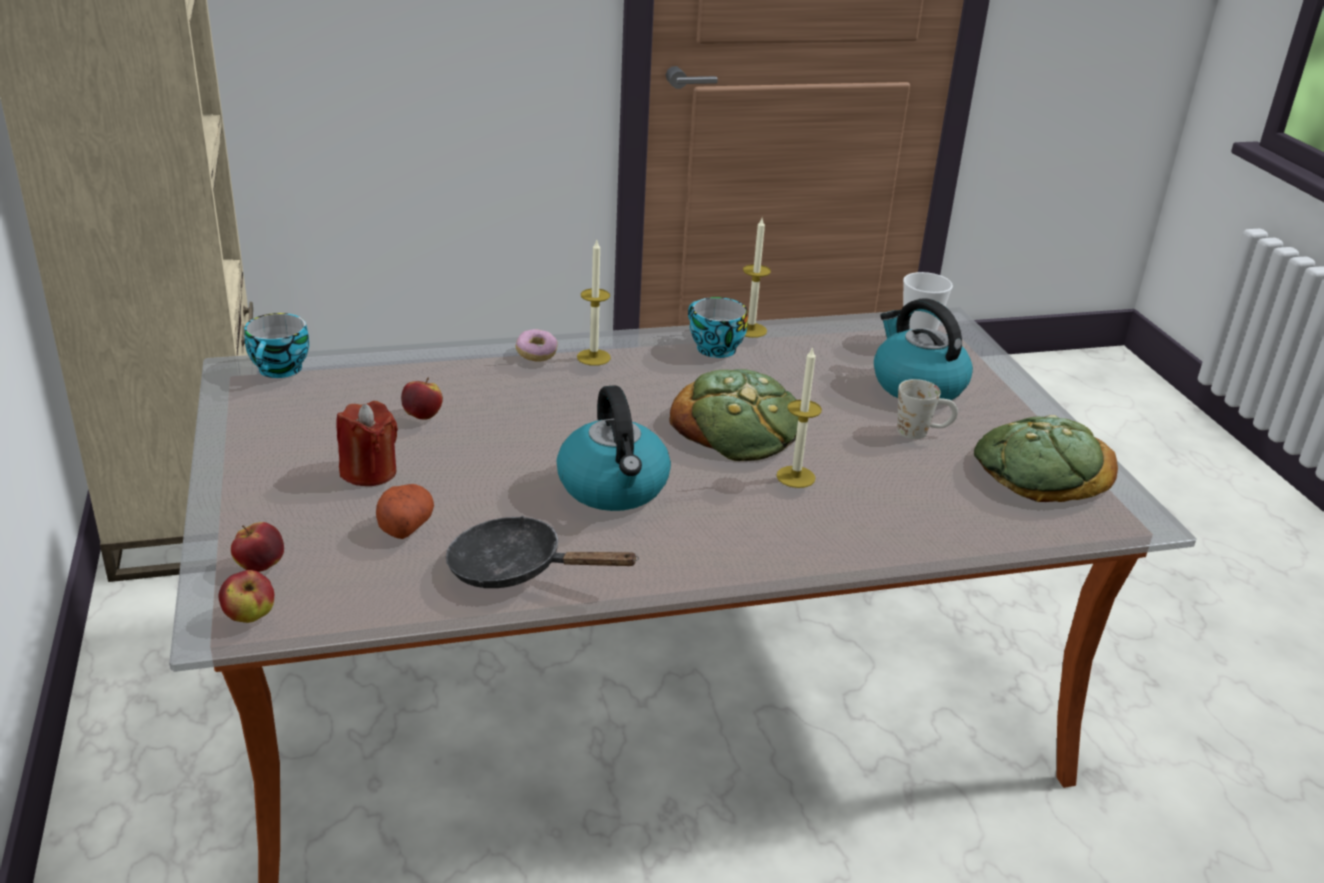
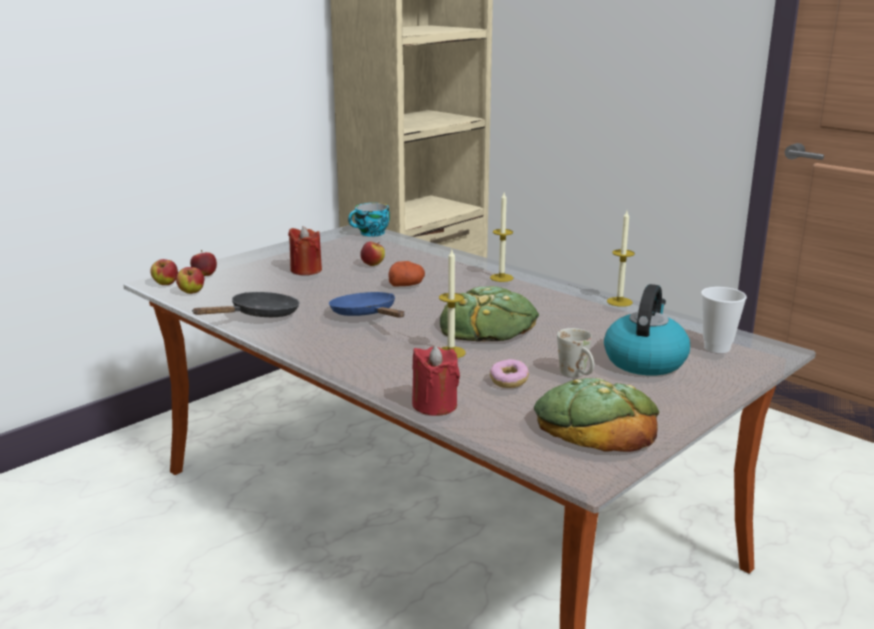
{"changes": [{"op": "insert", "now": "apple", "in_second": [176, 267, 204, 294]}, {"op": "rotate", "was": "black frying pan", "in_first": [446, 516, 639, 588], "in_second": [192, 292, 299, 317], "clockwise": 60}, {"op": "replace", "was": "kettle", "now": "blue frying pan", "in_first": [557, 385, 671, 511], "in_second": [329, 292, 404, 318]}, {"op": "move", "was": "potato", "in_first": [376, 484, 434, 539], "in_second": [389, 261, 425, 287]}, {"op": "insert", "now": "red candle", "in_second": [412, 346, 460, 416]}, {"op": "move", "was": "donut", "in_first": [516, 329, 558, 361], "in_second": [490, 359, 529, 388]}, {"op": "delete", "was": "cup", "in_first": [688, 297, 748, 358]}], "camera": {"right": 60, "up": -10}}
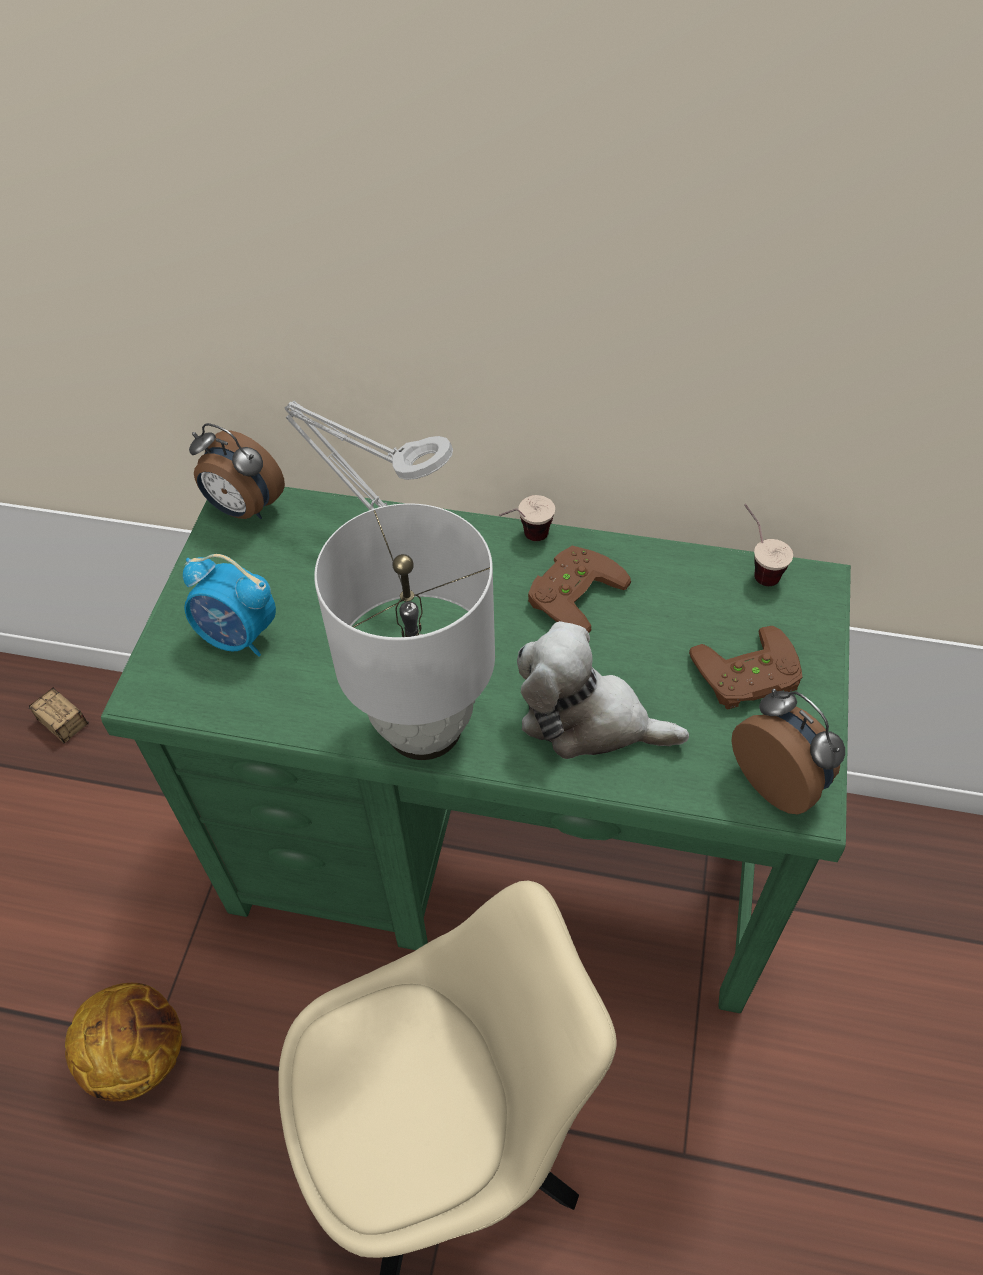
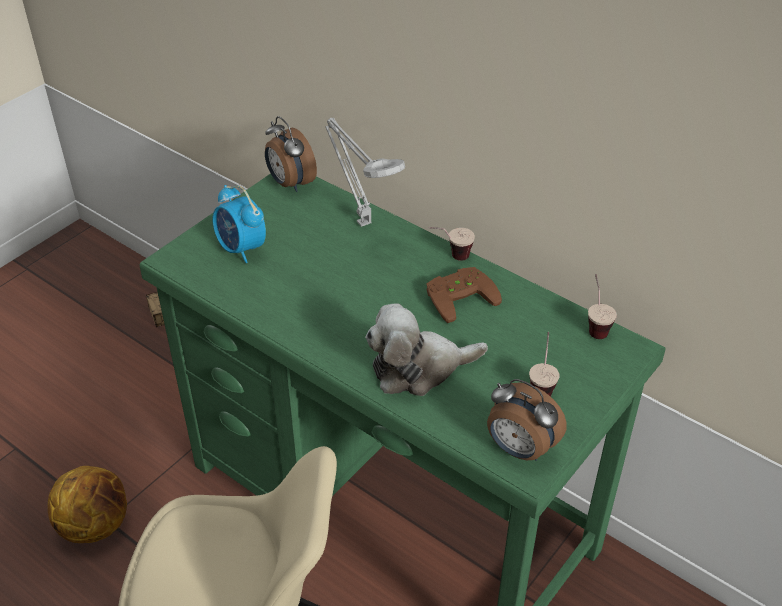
{"changes": [{"op": "rotate", "was": "plush toy", "in_first": [517, 621, 689, 759], "in_second": [365, 304, 488, 396], "clockwise": -60}, {"op": "rotate", "was": "alarm clock", "in_first": [732, 689, 845, 814], "in_second": [487, 379, 567, 461], "clockwise": 135}, {"op": "replace", "was": "brown game controller", "now": "cup", "in_first": [689, 626, 803, 710], "in_second": [529, 332, 560, 397]}, {"op": "delete", "was": "white table lamp", "in_first": [314, 503, 495, 760]}], "camera": {"right": 25, "up": -10}}
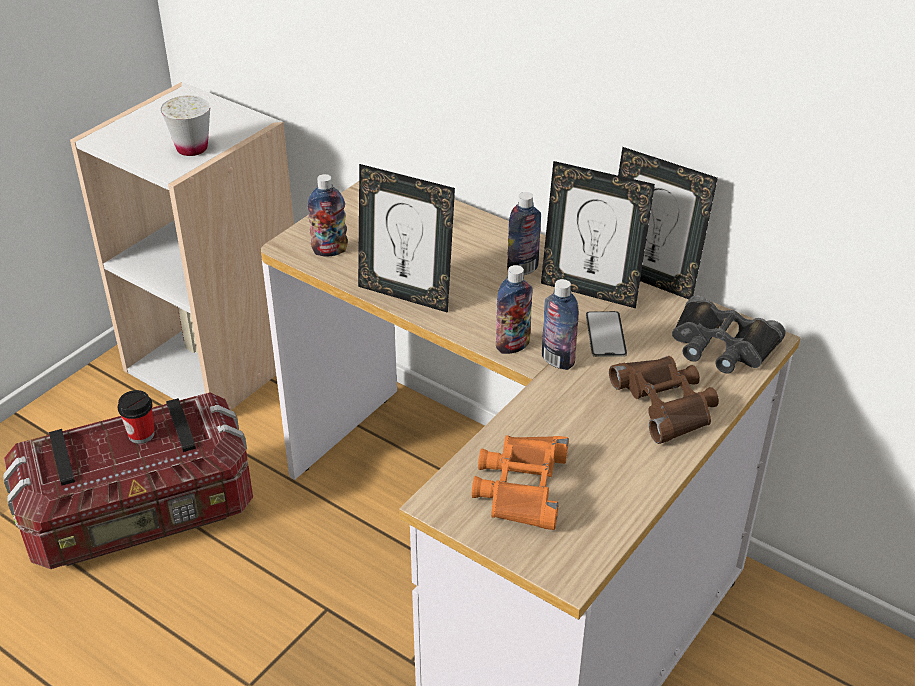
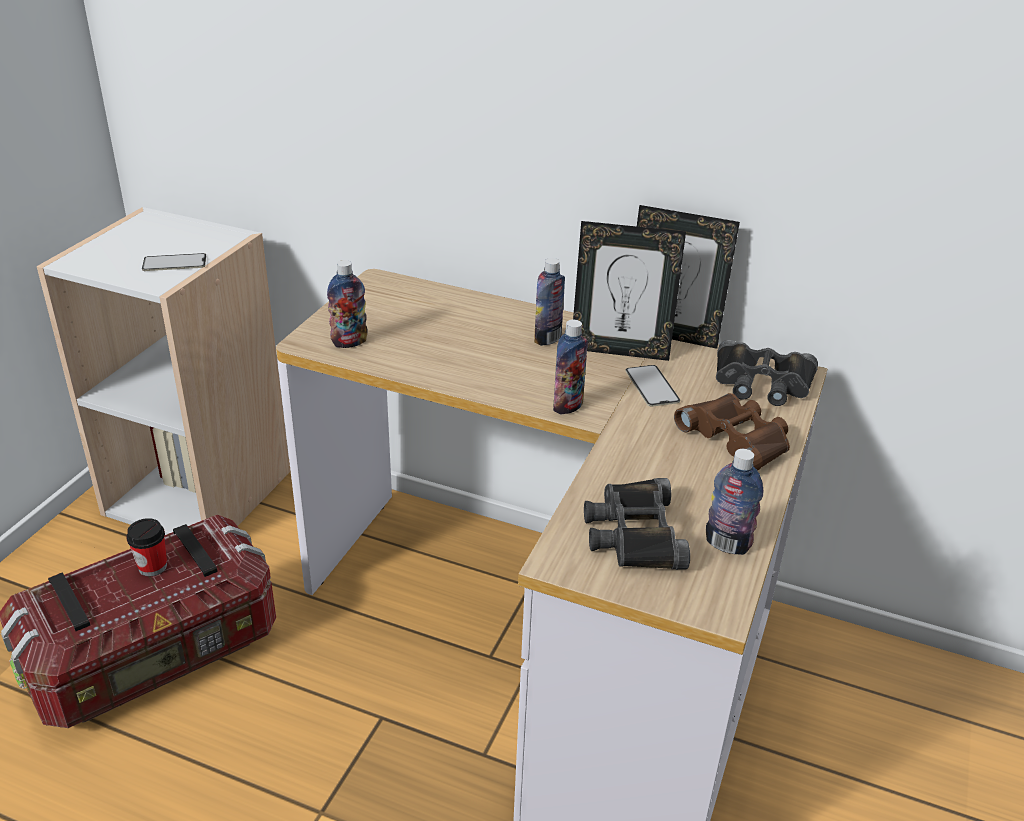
{"changes": [{"op": "replace", "was": "white cup", "now": "phone", "in_first": [161, 95, 211, 156], "in_second": [142, 253, 206, 271]}, {"op": "recolor", "was": "orange binoculars", "now": "black binoculars", "in_first": [472, 435, 569, 530], "in_second": [584, 478, 690, 570]}, {"op": "move", "was": "bottle", "in_first": [542, 279, 579, 370], "in_second": [706, 449, 763, 555]}, {"op": "delete", "was": "picture frame", "in_first": [358, 164, 455, 313]}], "camera": {"right": -15, "up": -5}}
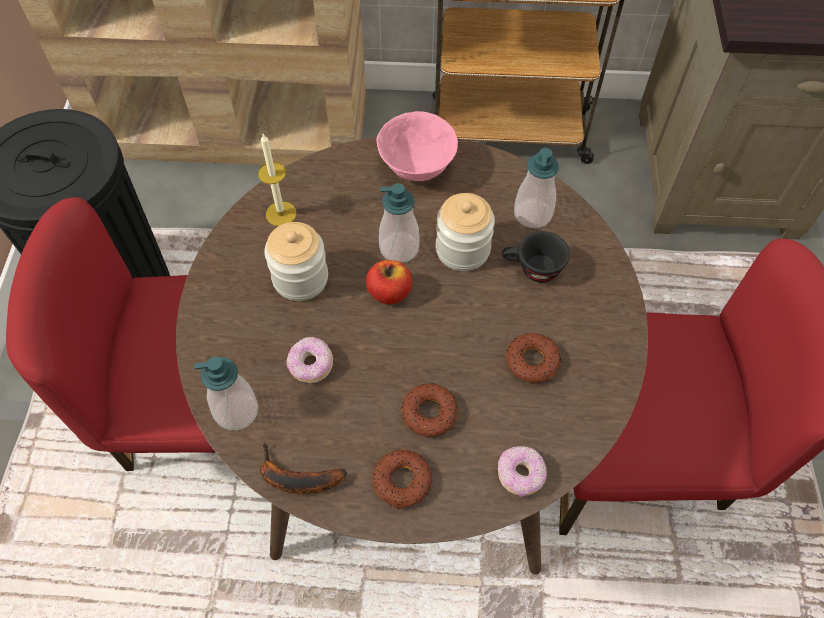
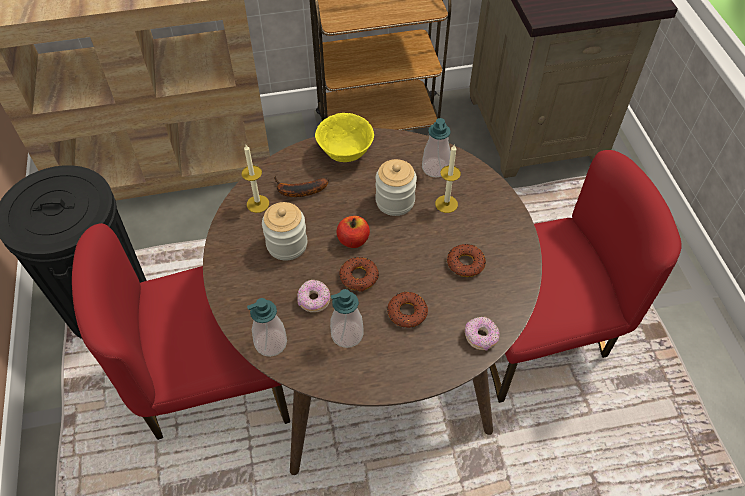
{"changes": [{"op": "move", "was": "banana", "in_first": [260, 442, 347, 494], "in_second": [274, 176, 329, 197]}, {"op": "recolor", "was": "pink bowl", "now": "yellow bowl", "in_first": [377, 111, 458, 181], "in_second": [315, 113, 374, 162]}, {"op": "move", "was": "soap dispenser", "in_first": [379, 183, 420, 263], "in_second": [330, 289, 364, 348]}, {"op": "move", "was": "donut", "in_first": [373, 450, 433, 509], "in_second": [339, 257, 379, 292]}, {"op": "replace", "was": "black cup", "now": "candle", "in_first": [502, 231, 570, 282], "in_second": [435, 144, 461, 213]}], "camera": {"right": -15, "up": -5}}
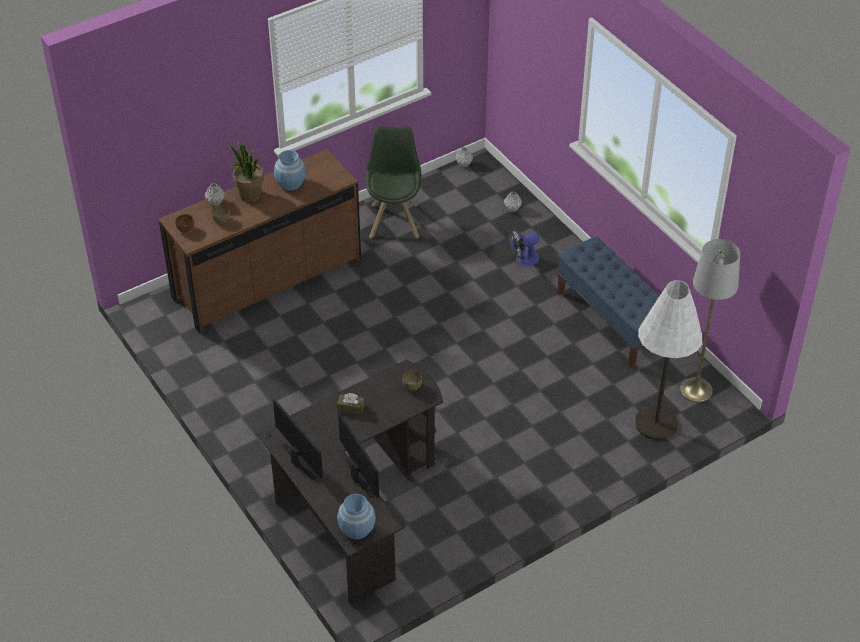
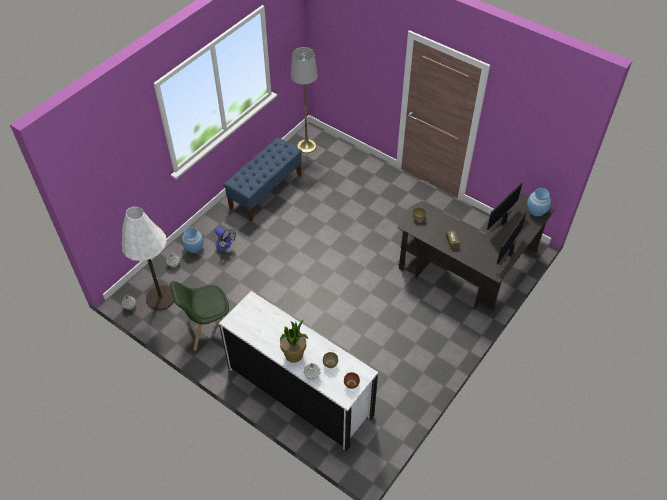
{"changes": [{"op": "move", "was": "white floor lamp", "in_first": [635, 280, 702, 440], "in_second": [122, 207, 174, 310]}, {"op": "move", "was": "blue vase", "in_first": [274, 150, 306, 191], "in_second": [182, 227, 204, 253]}, {"op": "recolor", "was": "brown dresser", "now": "white dresser", "in_first": [159, 149, 361, 332], "in_second": [219, 291, 378, 451]}], "camera": {"right": -110, "up": 5}}
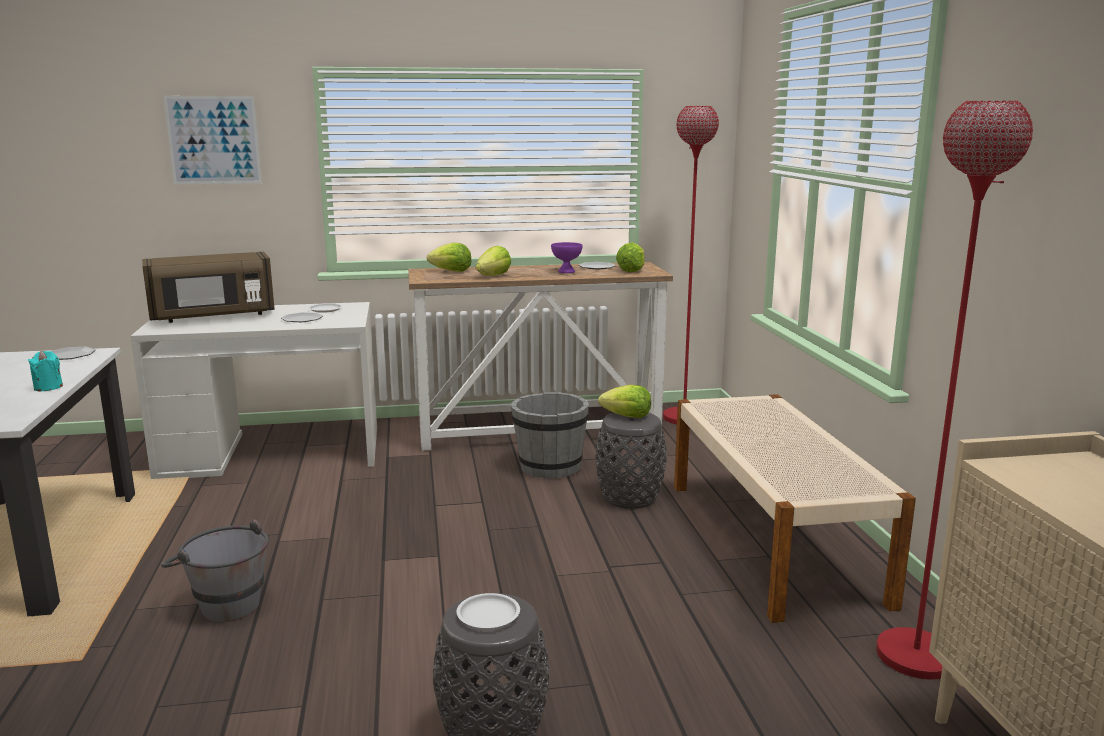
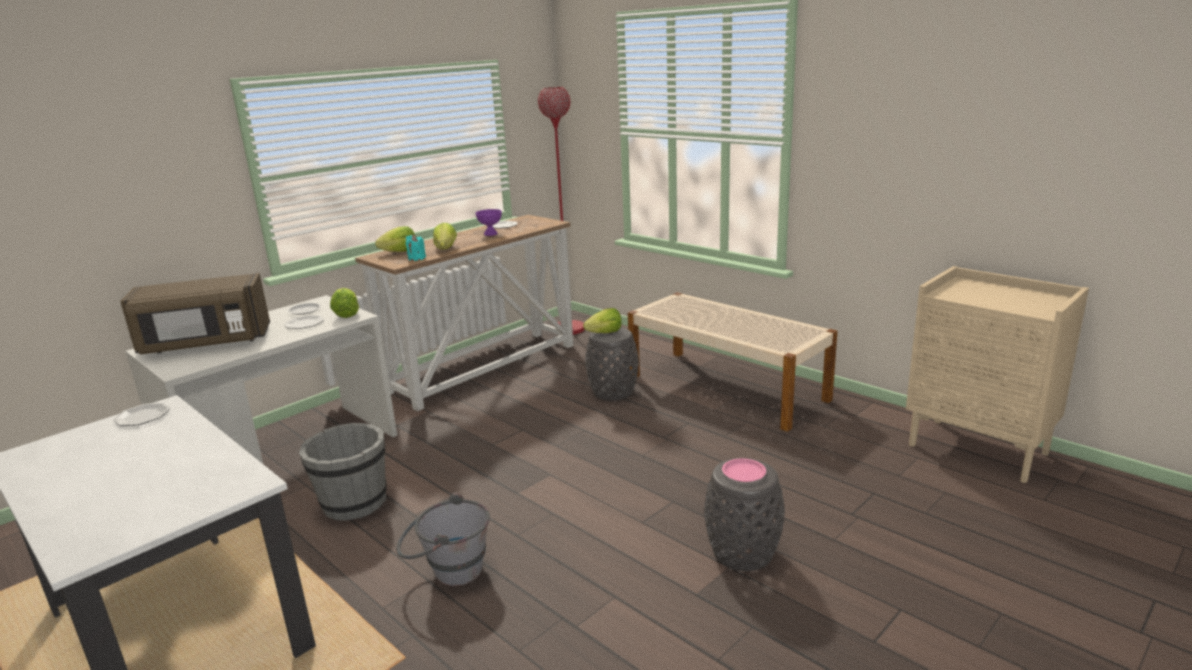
{"changes": [{"op": "rotate", "was": "brown microwave", "in_first": [142, 252, 275, 323], "in_second": [120, 273, 270, 354], "clockwise": 45}, {"op": "move", "was": "grey bucket", "in_first": [511, 392, 589, 479], "in_second": [299, 423, 387, 521]}, {"op": "move", "was": "lettuce", "in_first": [616, 243, 645, 272], "in_second": [330, 288, 359, 318]}, {"op": "move", "was": "turquoise candle", "in_first": [28, 351, 63, 392], "in_second": [406, 235, 426, 261]}, {"op": "recolor", "was": "white plate", "now": "pink plate", "in_first": [457, 593, 520, 629], "in_second": [722, 458, 766, 482]}, {"op": "delete", "was": "picture", "in_first": [163, 96, 262, 184]}, {"op": "delete", "was": "red floor lamp", "in_first": [876, 100, 1033, 679]}], "camera": {"right": -35, "up": 5}}
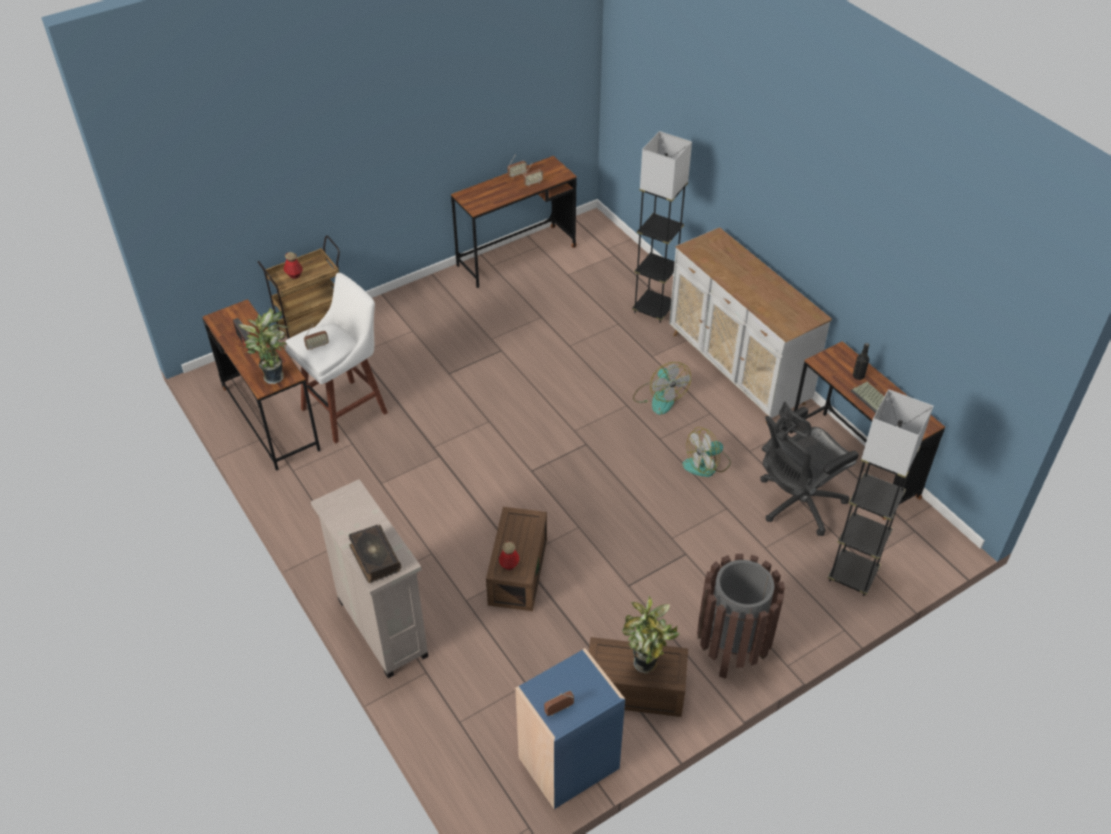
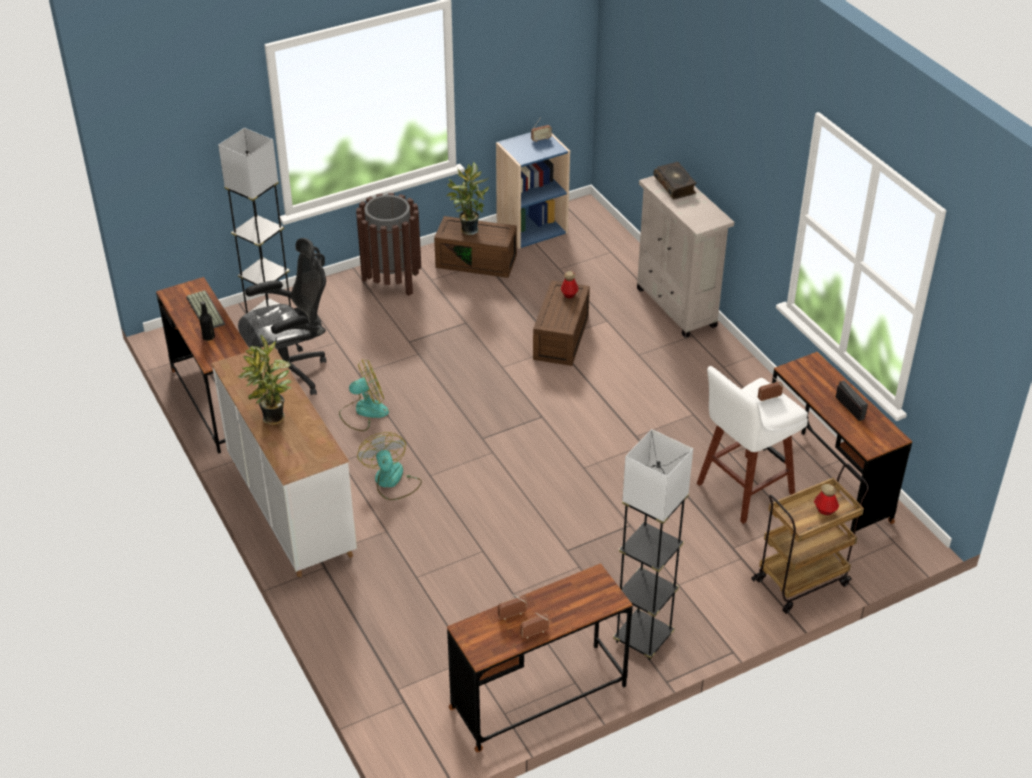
{"changes": [{"op": "move", "was": "potted plant", "in_first": [238, 307, 290, 384], "in_second": [238, 334, 292, 425]}, {"op": "move", "was": "black floor lamp", "in_first": [632, 131, 692, 323], "in_second": [613, 429, 693, 660]}], "camera": {"right": -175, "up": -5}}
